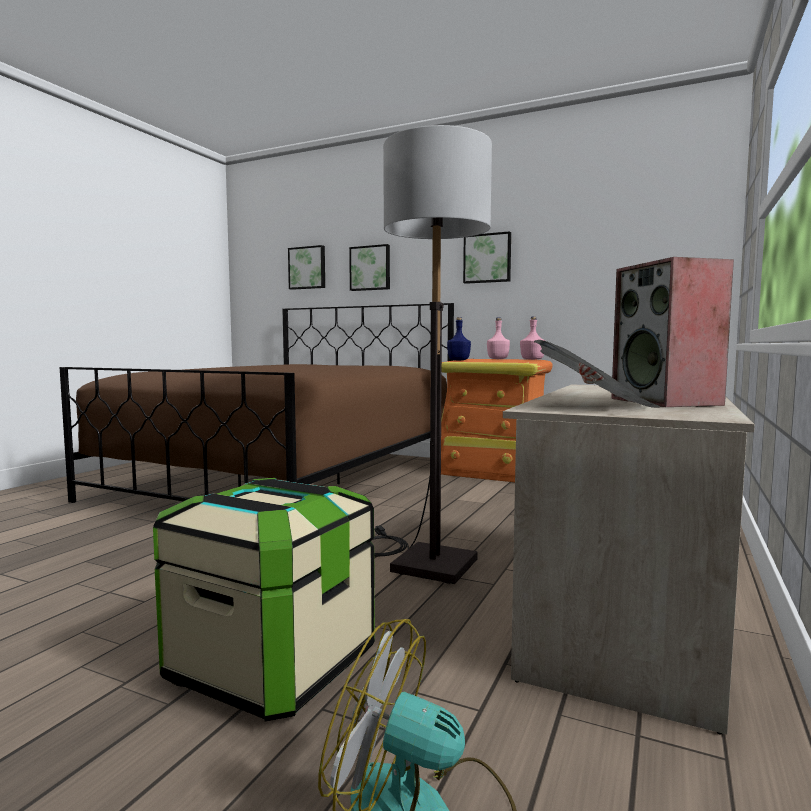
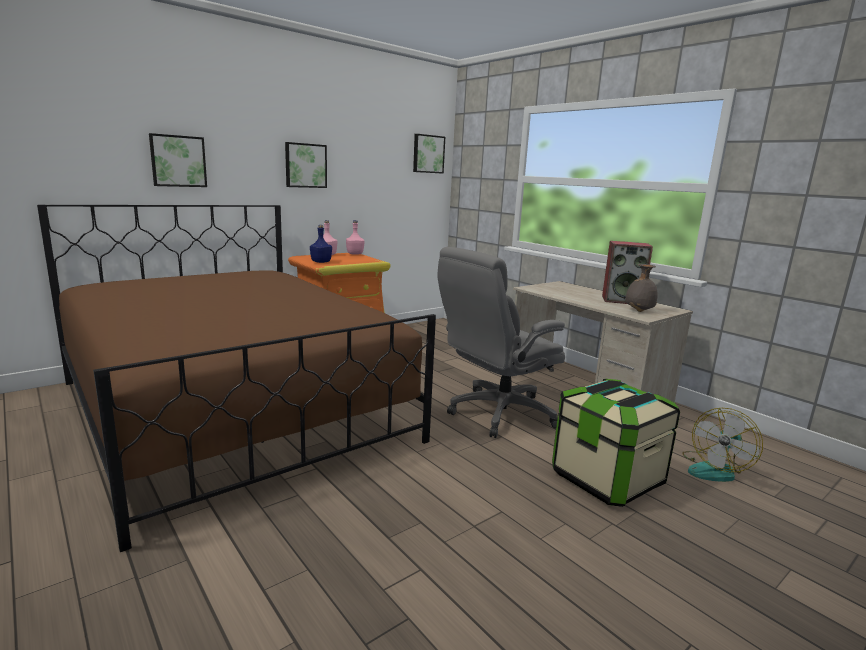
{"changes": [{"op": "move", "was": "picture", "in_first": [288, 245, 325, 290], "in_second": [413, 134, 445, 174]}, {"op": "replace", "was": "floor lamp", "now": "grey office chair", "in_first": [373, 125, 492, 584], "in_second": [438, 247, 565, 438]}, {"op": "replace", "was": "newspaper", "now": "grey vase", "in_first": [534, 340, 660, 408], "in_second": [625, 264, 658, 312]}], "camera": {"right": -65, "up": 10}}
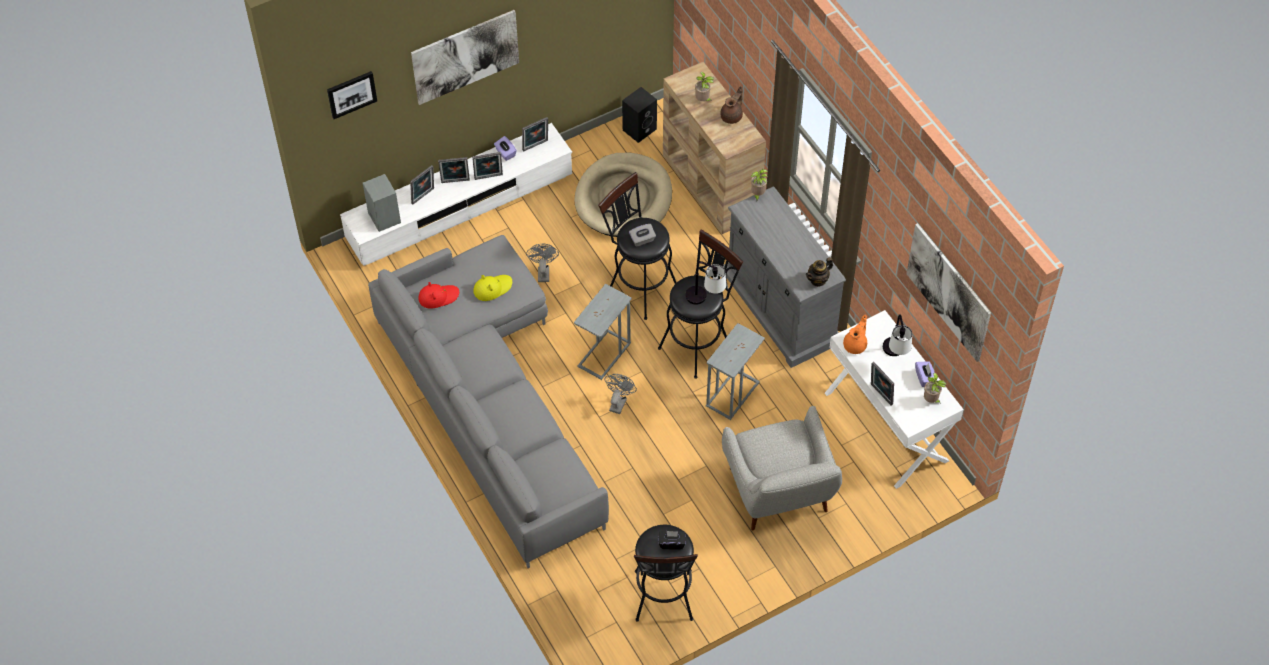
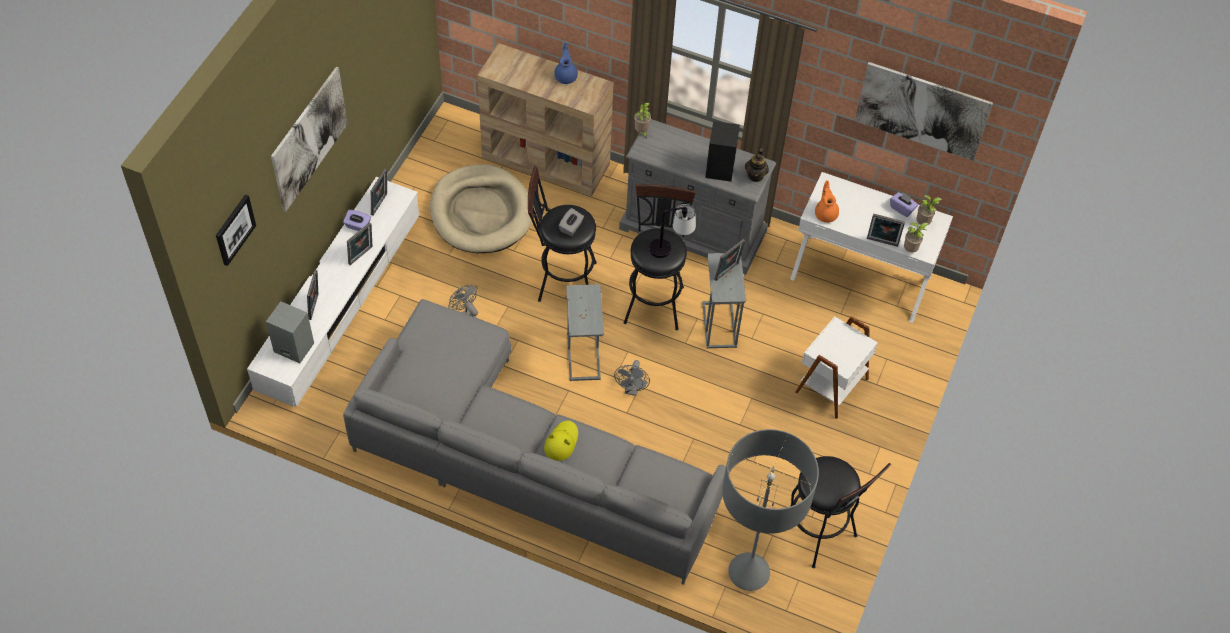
{"changes": [{"op": "move", "was": "yellow hat", "in_first": [473, 275, 512, 301], "in_second": [544, 421, 578, 461]}, {"op": "recolor", "was": "brown teapot", "now": "blue teapot", "in_first": [720, 86, 743, 124], "in_second": [554, 42, 578, 84]}, {"op": "rotate", "was": "grey fan", "in_first": [604, 374, 637, 414], "in_second": [614, 360, 650, 396], "clockwise": -150}, {"op": "move", "was": "black speaker", "in_first": [622, 87, 657, 143], "in_second": [705, 121, 740, 182]}, {"op": "move", "was": "picture frame", "in_first": [438, 157, 470, 183], "in_second": [714, 239, 745, 281]}, {"op": "insert", "now": "grey floor lamp", "in_second": [722, 429, 819, 591]}, {"op": "replace", "was": "grey armchair", "now": "white side table", "in_first": [722, 406, 842, 530], "in_second": [795, 316, 878, 419]}, {"op": "move", "was": "potted plant", "in_first": [695, 72, 714, 101], "in_second": [904, 223, 928, 253]}, {"op": "delete", "was": "red hat", "in_first": [418, 282, 459, 309]}, {"op": "delete", "was": "black tissue box", "in_first": [659, 530, 685, 550]}, {"op": "delete", "was": "table lamp", "in_first": [883, 314, 912, 356]}], "camera": {"right": -40, "up": 0}}
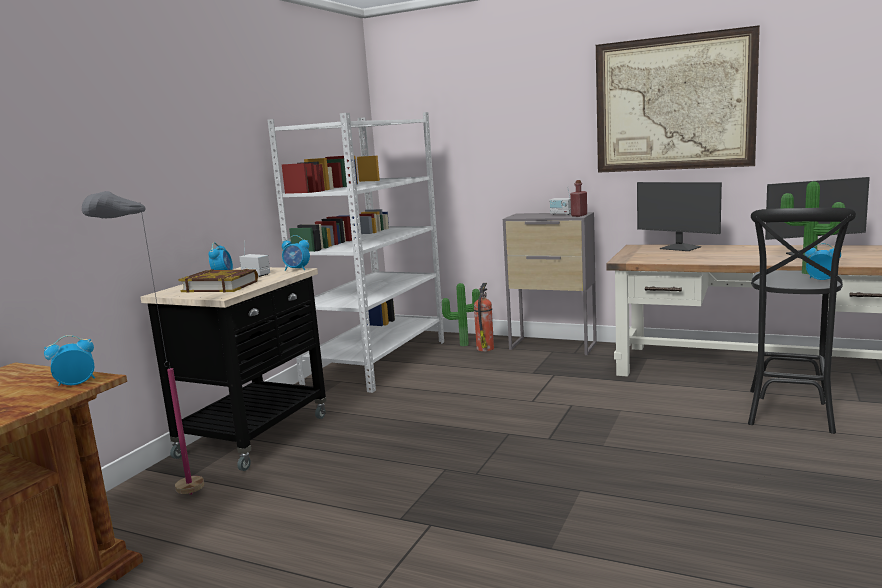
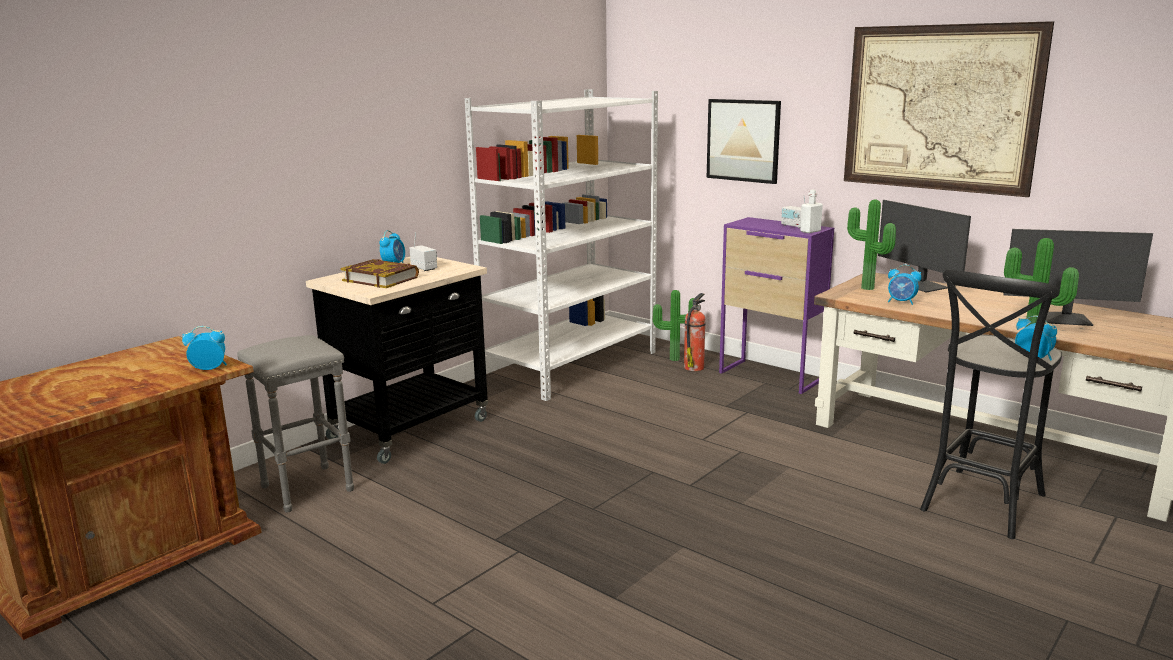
{"changes": [{"op": "replace", "was": "grey floor lamp", "now": "grey stool", "in_first": [82, 191, 204, 495], "in_second": [237, 335, 354, 513]}, {"op": "insert", "now": "picture", "in_second": [707, 99, 781, 184]}, {"op": "recolor", "was": "grey cabinet", "now": "purple cabinet", "in_first": [503, 212, 597, 355], "in_second": [719, 217, 834, 394]}, {"op": "recolor", "was": "red bottle", "now": "white bottle", "in_first": [570, 180, 587, 217], "in_second": [800, 190, 823, 233]}, {"op": "insert", "now": "potted plant", "in_second": [847, 199, 896, 290]}, {"op": "move", "was": "alarm clock", "in_first": [282, 235, 310, 271], "in_second": [888, 265, 922, 305]}], "camera": {"right": 15, "up": 5}}
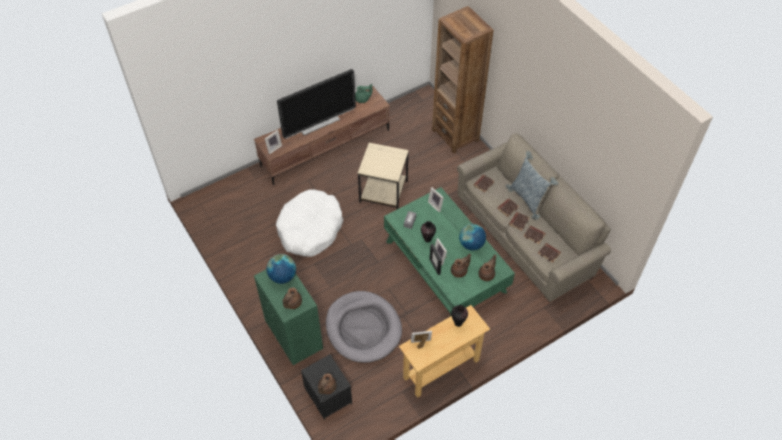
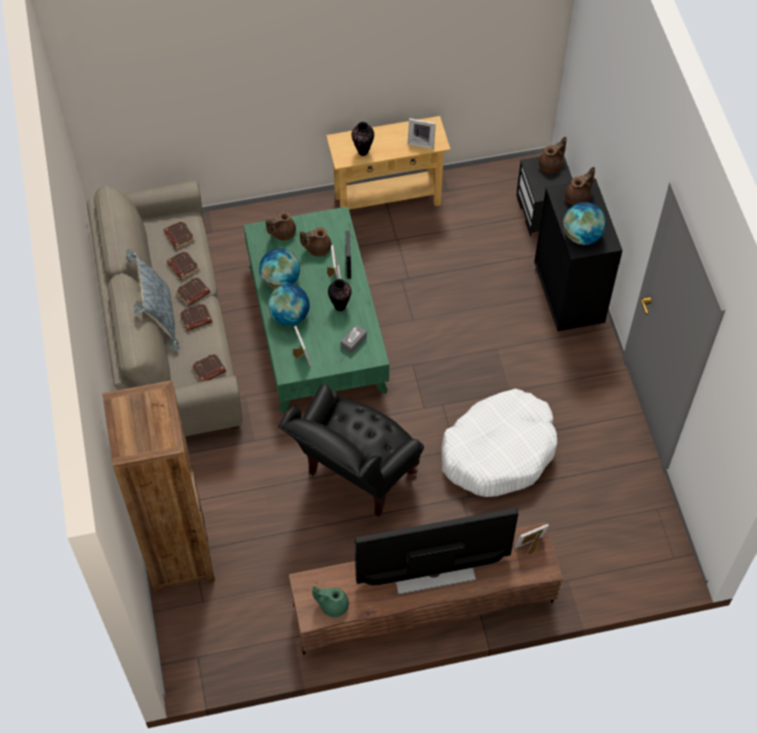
{"changes": [{"op": "insert", "now": "globe", "in_second": [268, 284, 310, 326]}, {"op": "replace", "was": "beige side table", "now": "black armchair", "in_first": [358, 143, 409, 209], "in_second": [278, 384, 424, 517]}, {"op": "recolor", "was": "green cabinet", "now": "black cabinet", "in_first": [254, 270, 323, 365], "in_second": [534, 178, 623, 331]}, {"op": "delete", "was": "grey dog bed", "in_first": [326, 291, 402, 363]}], "camera": {"right": -160, "up": 5}}
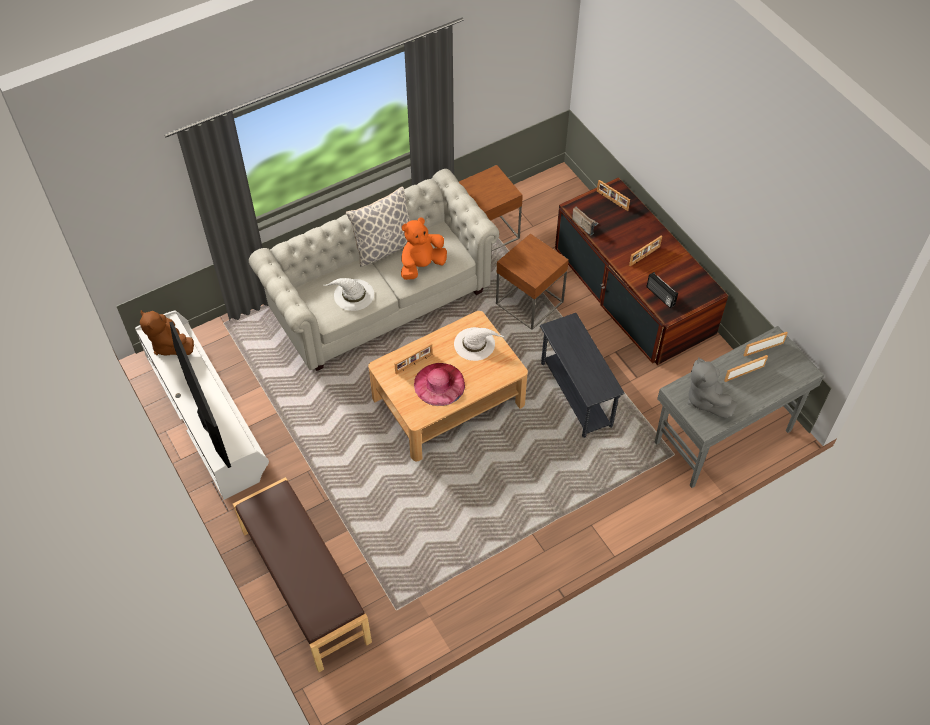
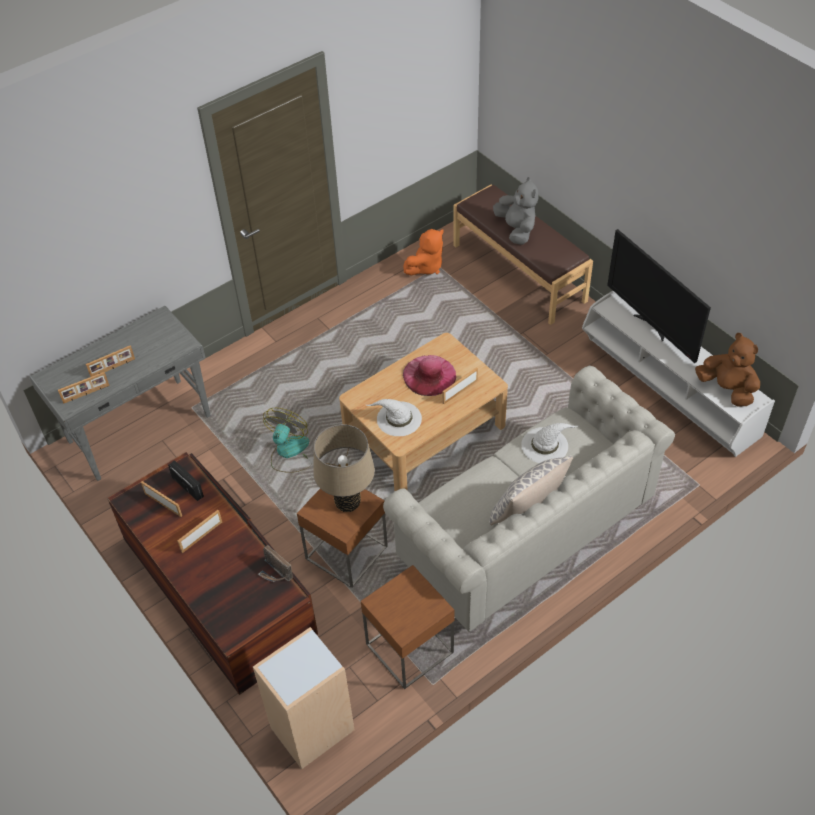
{"changes": [{"op": "move", "was": "picture frame", "in_first": [597, 180, 630, 211], "in_second": [141, 481, 182, 517]}, {"op": "insert", "now": "bookcase", "in_second": [253, 627, 355, 769]}, {"op": "replace", "was": "grey side table", "now": "fan", "in_first": [540, 313, 625, 438], "in_second": [263, 408, 311, 473]}, {"op": "insert", "now": "beige table lamp", "in_second": [314, 424, 375, 512]}, {"op": "move", "was": "orange plush toy", "in_first": [401, 218, 447, 280], "in_second": [403, 229, 444, 276]}, {"op": "move", "was": "grey plush toy", "in_first": [687, 358, 737, 418], "in_second": [493, 177, 539, 245]}], "camera": {"right": 175, "up": -5}}
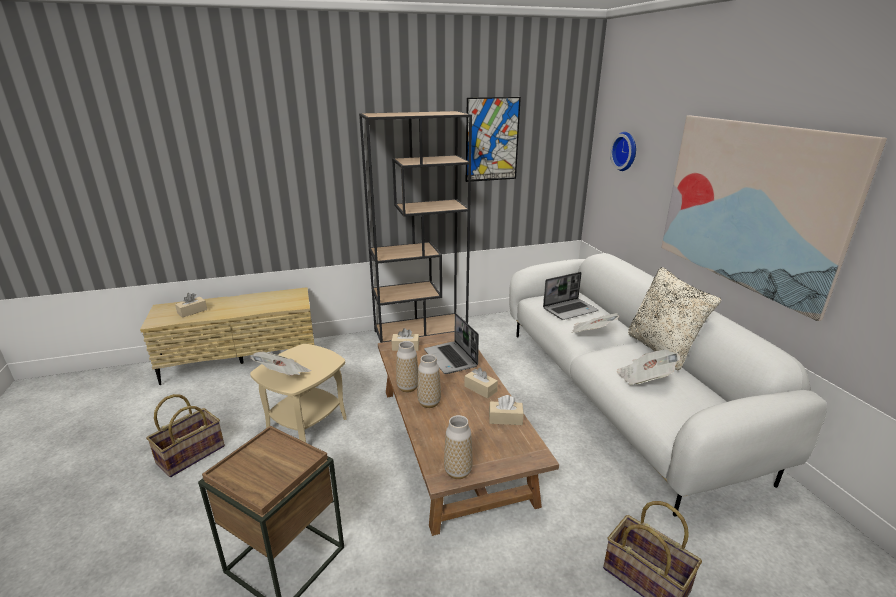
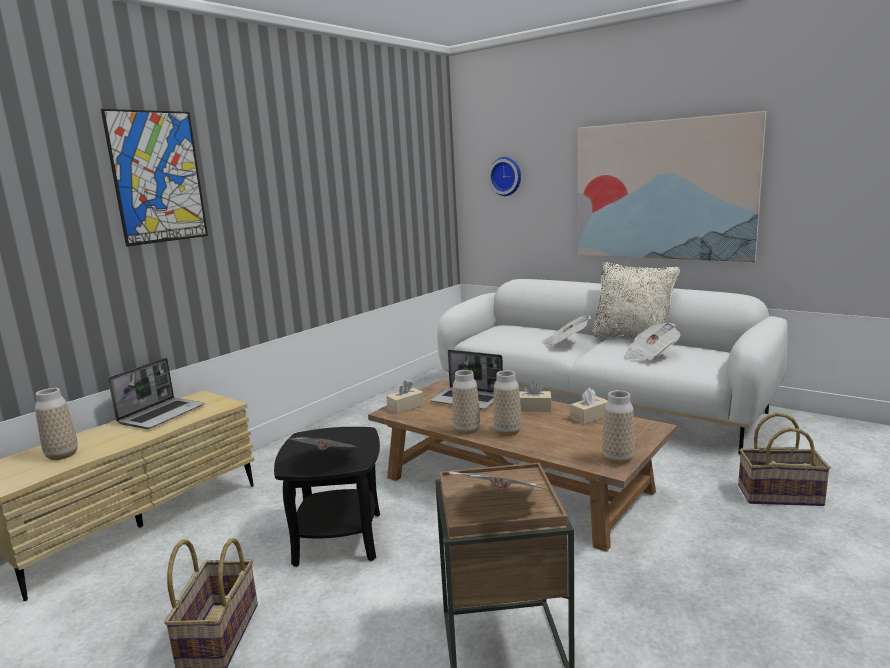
{"changes": [{"op": "replace", "was": "beige tissue box", "now": "vase", "in_first": [175, 293, 207, 318], "in_second": [35, 388, 78, 460]}, {"op": "move", "was": "picture", "in_first": [466, 97, 521, 182], "in_second": [101, 109, 208, 247]}, {"op": "move", "was": "laptop", "in_first": [543, 272, 599, 320], "in_second": [108, 358, 205, 429]}, {"op": "recolor", "was": "beige side table", "now": "black side table", "in_first": [250, 344, 347, 443], "in_second": [274, 427, 380, 567]}, {"op": "insert", "now": "newspaper", "in_second": [448, 472, 545, 490]}, {"op": "delete", "was": "bookcase", "in_first": [359, 111, 472, 343]}], "camera": {"right": -35, "up": -10}}
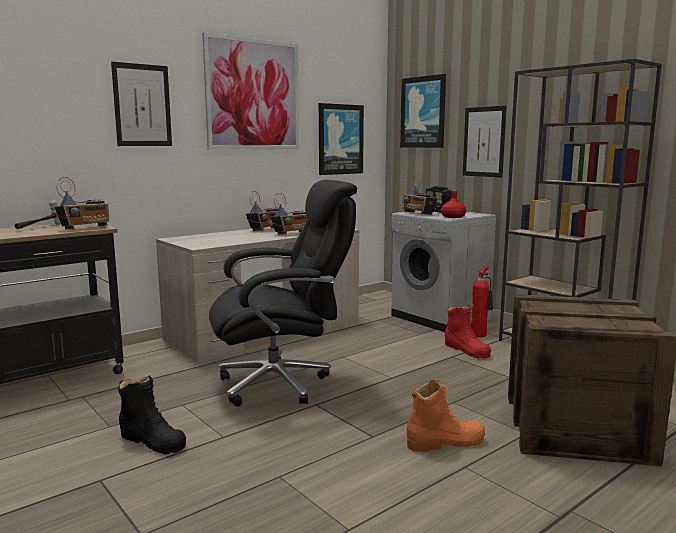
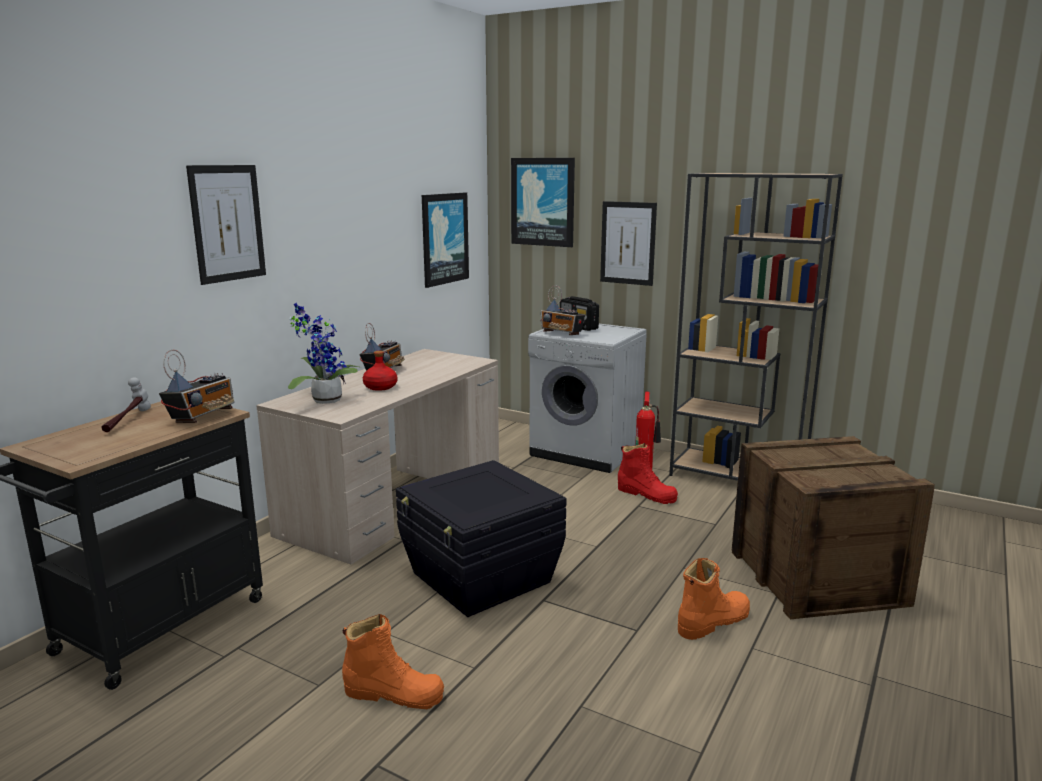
{"changes": [{"op": "insert", "now": "potted plant", "in_second": [288, 303, 361, 404]}, {"op": "recolor", "was": "black boot", "now": "orange boot", "in_first": [118, 375, 186, 455], "in_second": [342, 614, 444, 709]}, {"op": "move", "was": "red bottle", "in_first": [441, 190, 466, 218], "in_second": [363, 351, 397, 391]}, {"op": "replace", "was": "black office chair", "now": "black storage box", "in_first": [209, 180, 357, 407], "in_second": [396, 460, 567, 617]}, {"op": "delete", "was": "picture", "in_first": [202, 32, 299, 150]}, {"op": "delete", "was": "radio", "in_first": [271, 193, 308, 235]}], "camera": {"right": -20, "up": 5}}
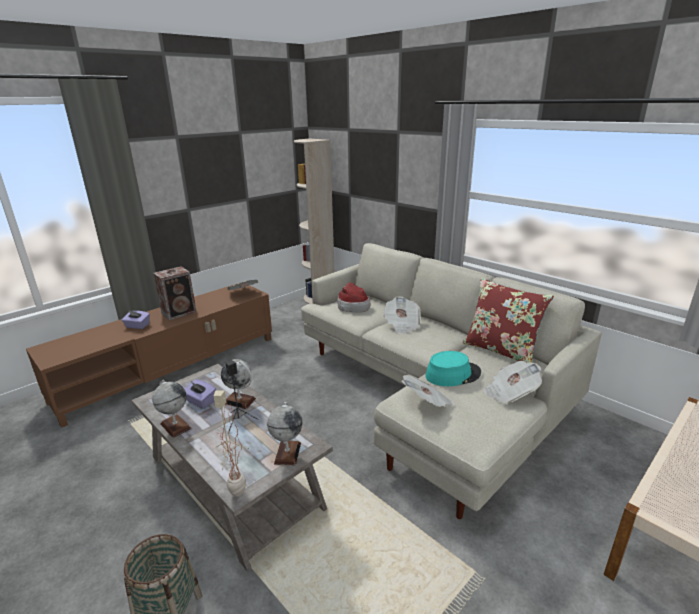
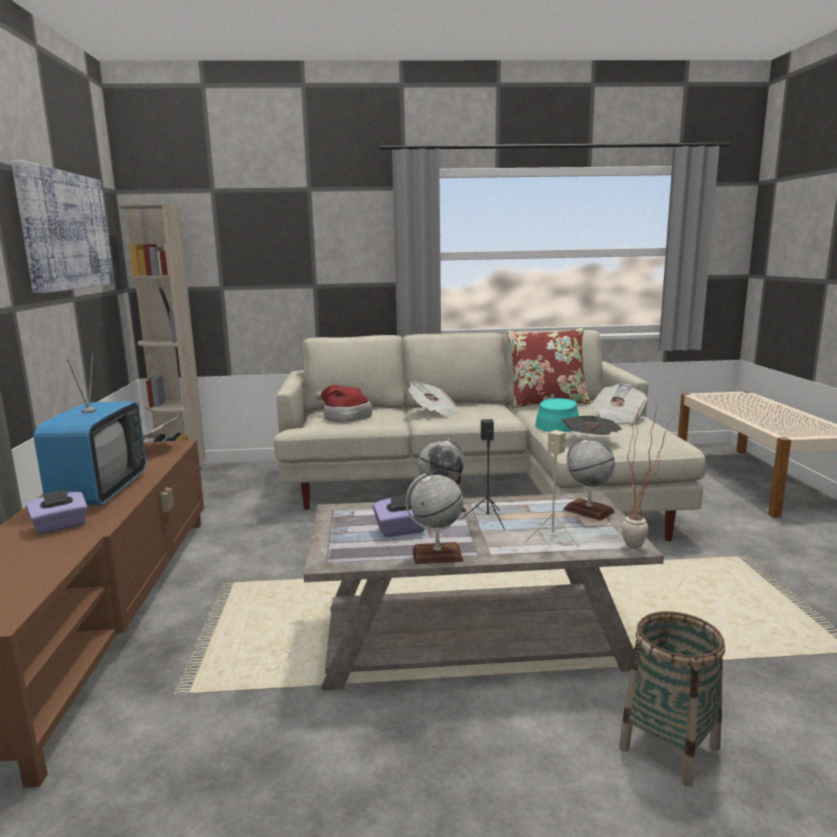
{"changes": [{"op": "insert", "now": "picture", "in_second": [11, 160, 114, 294]}, {"op": "replace", "was": "speaker", "now": "television", "in_first": [153, 266, 197, 320], "in_second": [34, 351, 146, 505]}], "camera": {"right": -50, "up": -10}}
